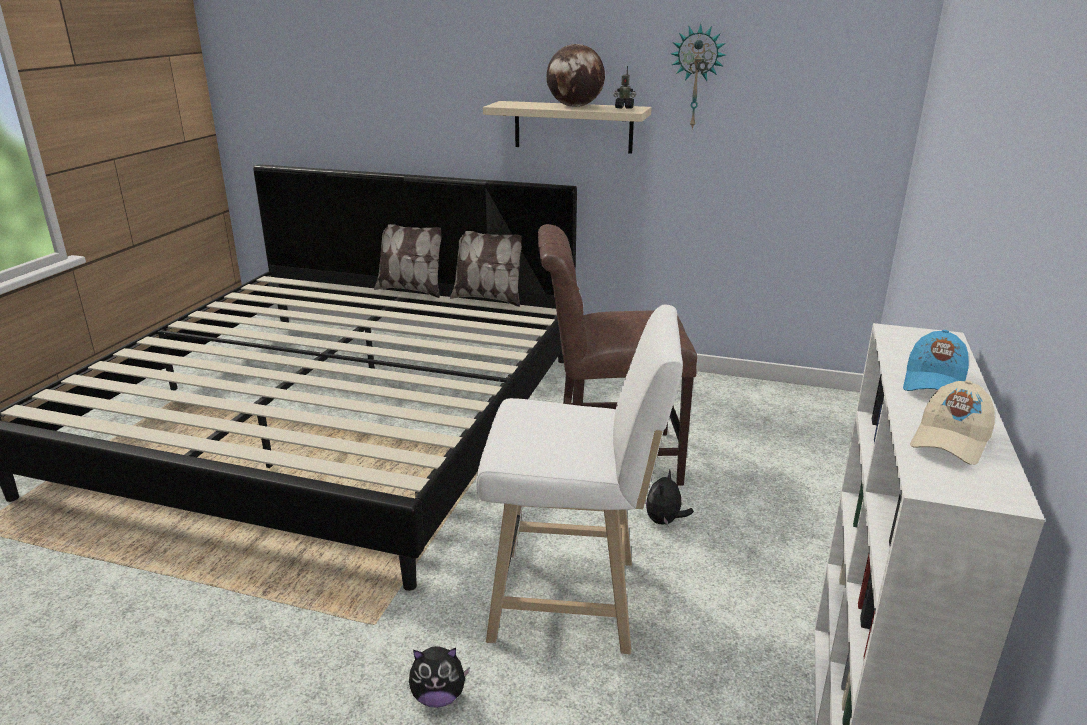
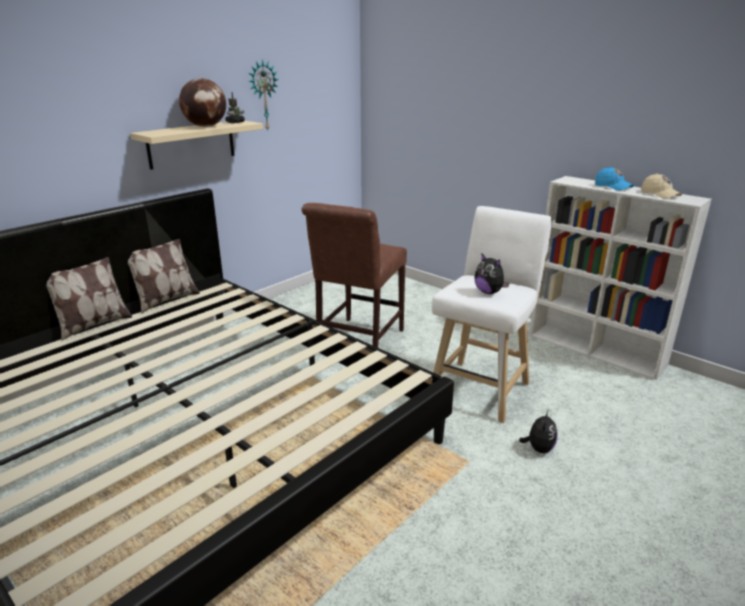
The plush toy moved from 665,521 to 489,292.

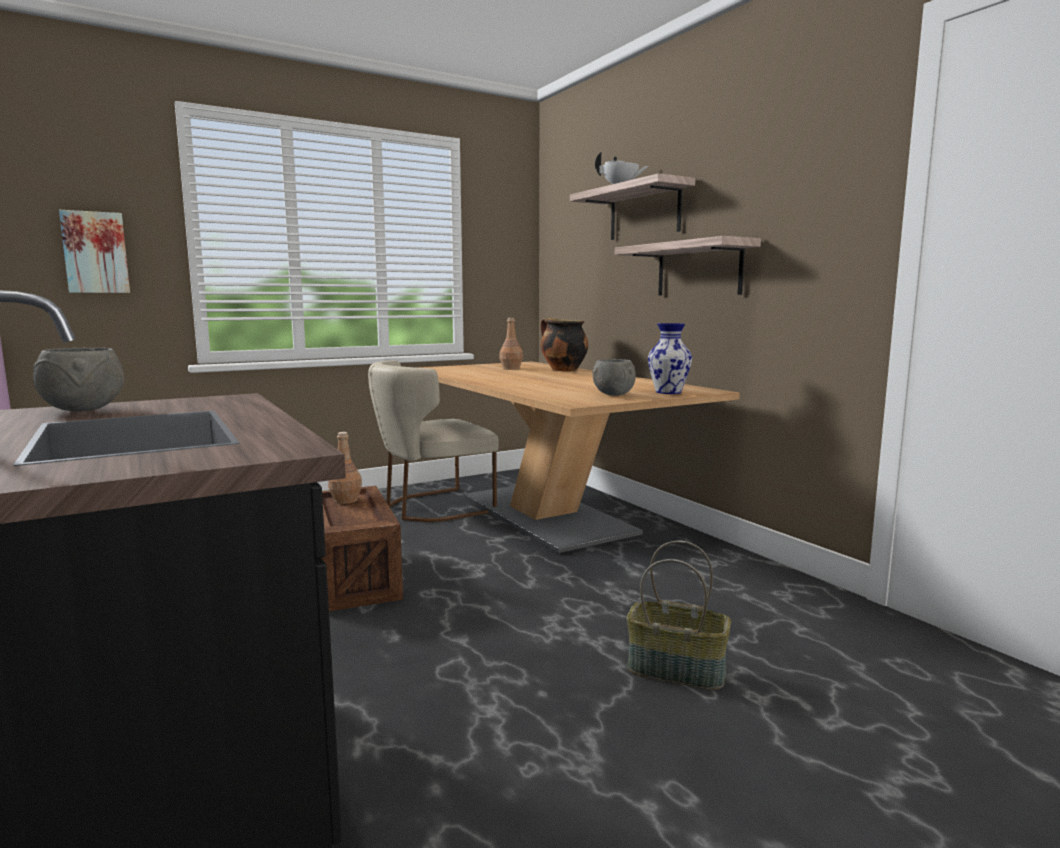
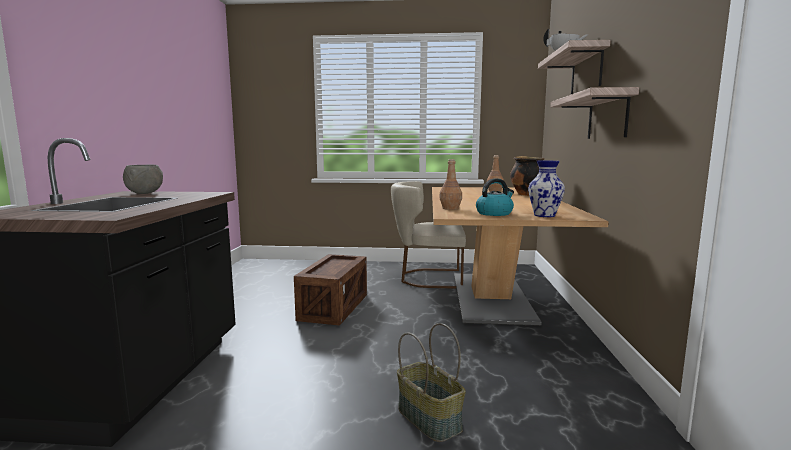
The picture at 95,252 disappeared. The bottle in brown moved from 345,500 to 450,208. The bowl in grey at 612,395 was replaced by the kettle at 494,213.

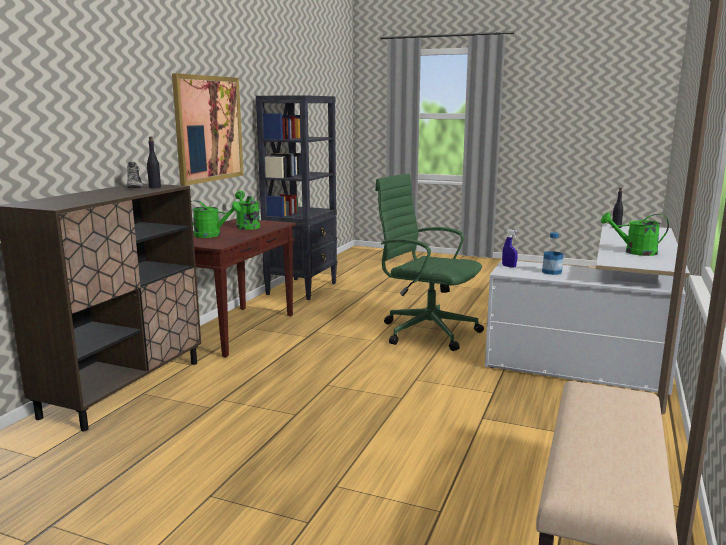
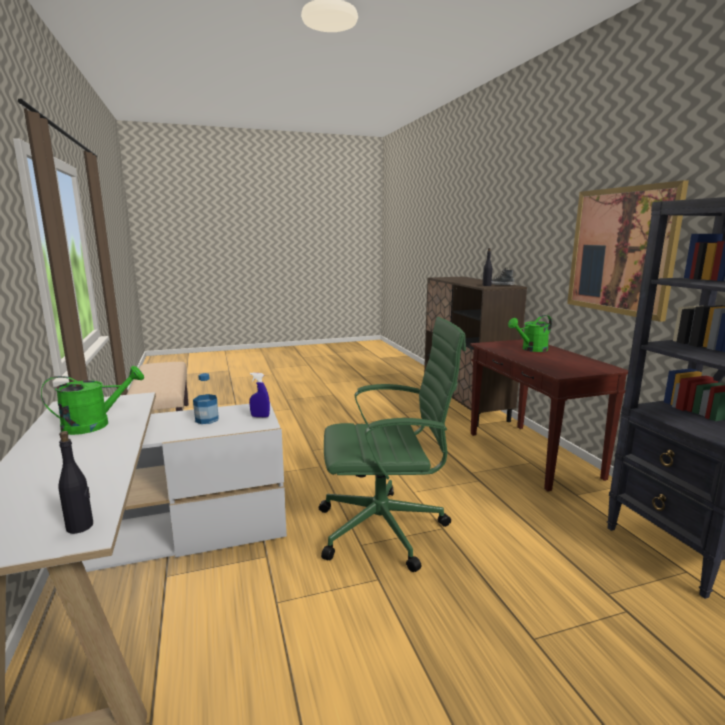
The watering can in green at 246,226 disappeared.

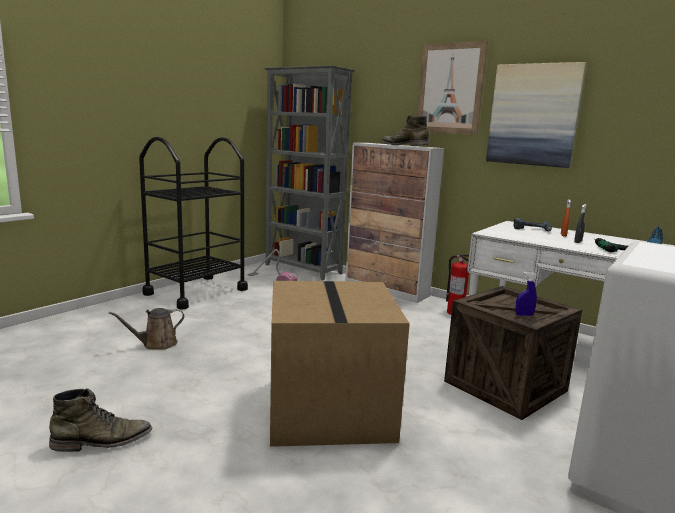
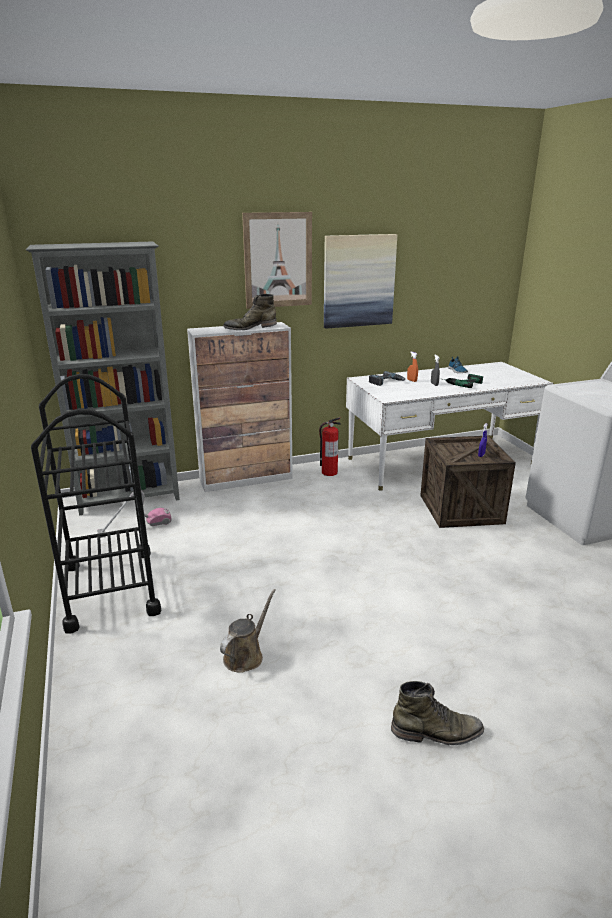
The boot in green at 102,441 turned 75 degrees clockwise. The watering can in brown at 156,344 turned 150 degrees counterclockwise. The cardboard box at 327,408 disappeared.

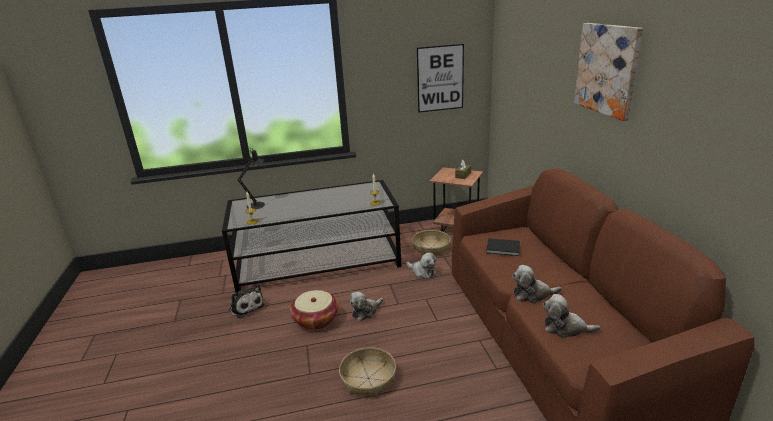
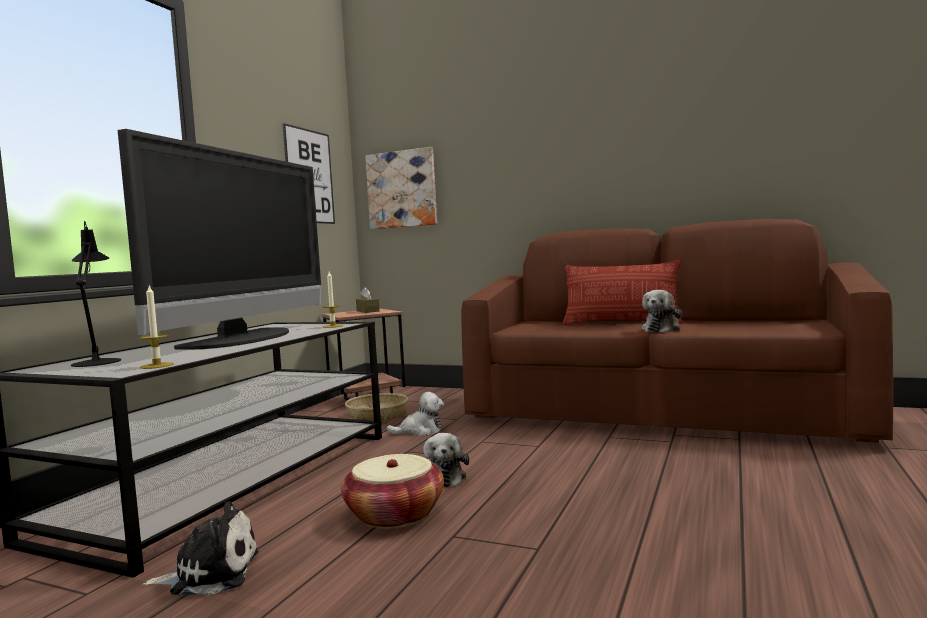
The basket at 368,378 disappeared. The book in black at 504,249 disappeared. The plush toy at 565,328 disappeared. The picture moved from 607,69 to 402,189. The television at 244,339 appeared. The pillow at 621,323 appeared.

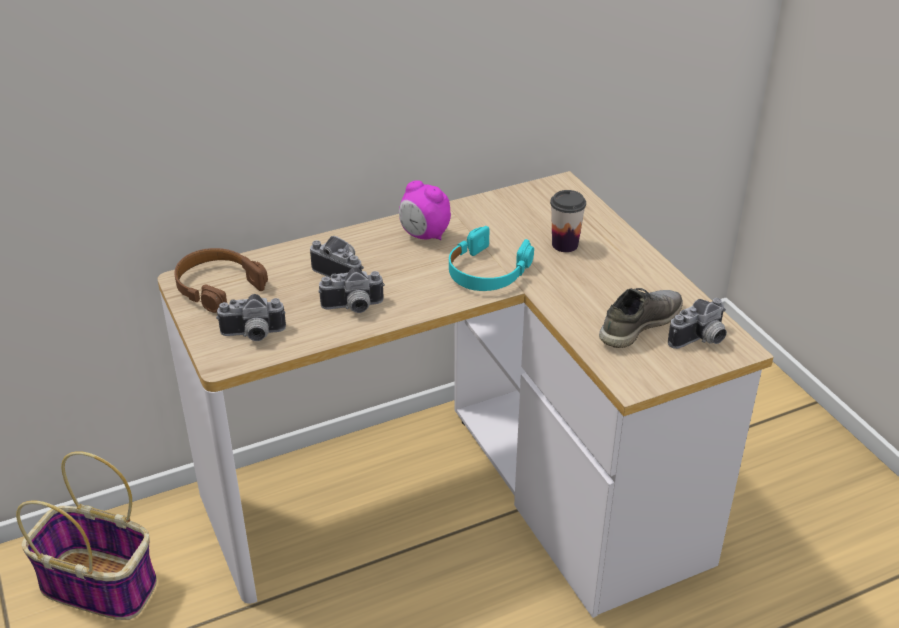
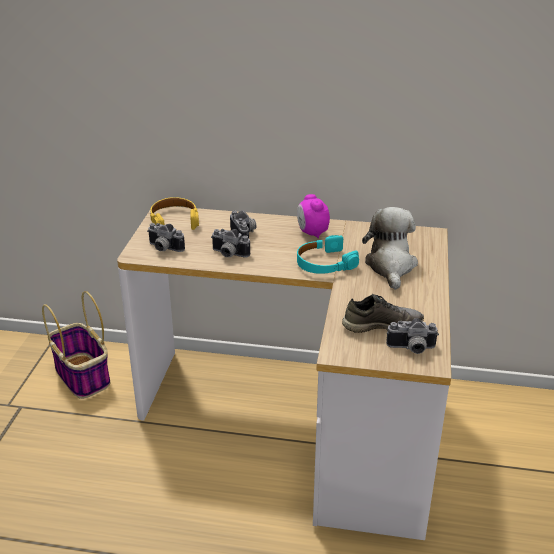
The headphones in brown at 218,287 became the headphones in yellow at 174,220. The cup at 565,245 was replaced by the plush toy at 390,266.

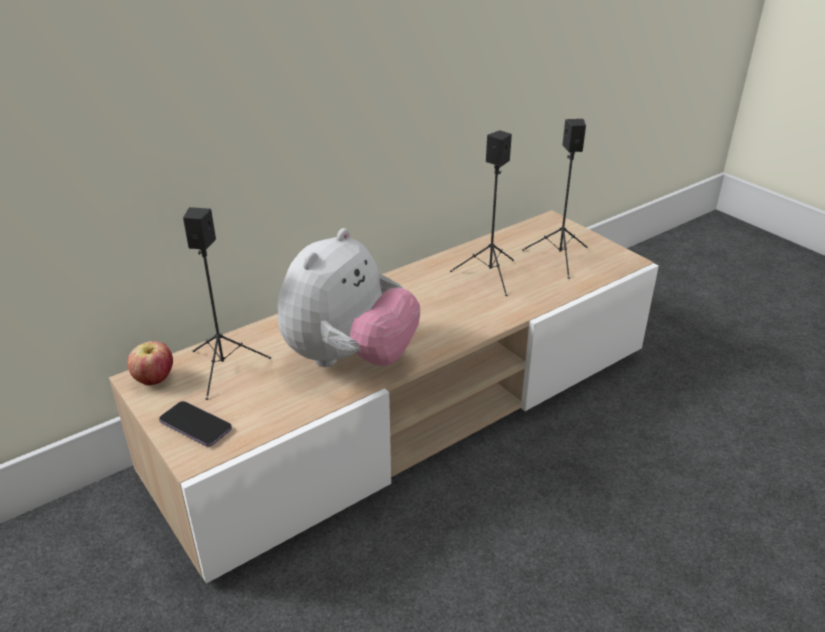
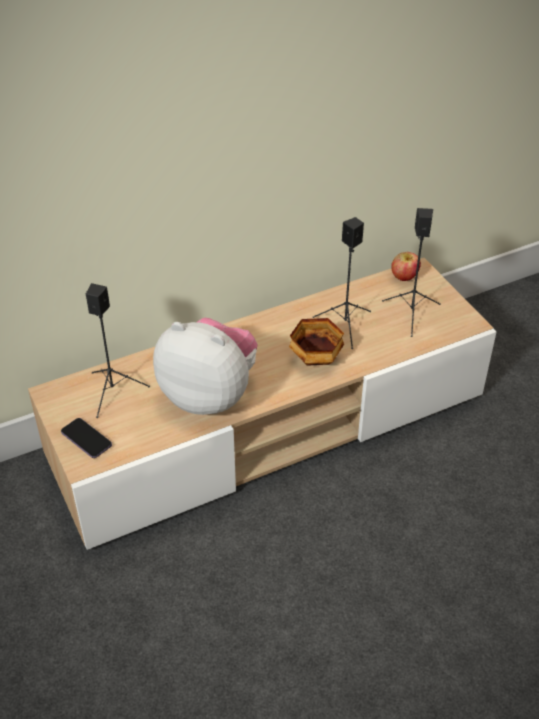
The apple moved from 154,379 to 404,277. The plush toy at 349,358 turned 105 degrees counterclockwise. The bowl at 316,359 appeared.

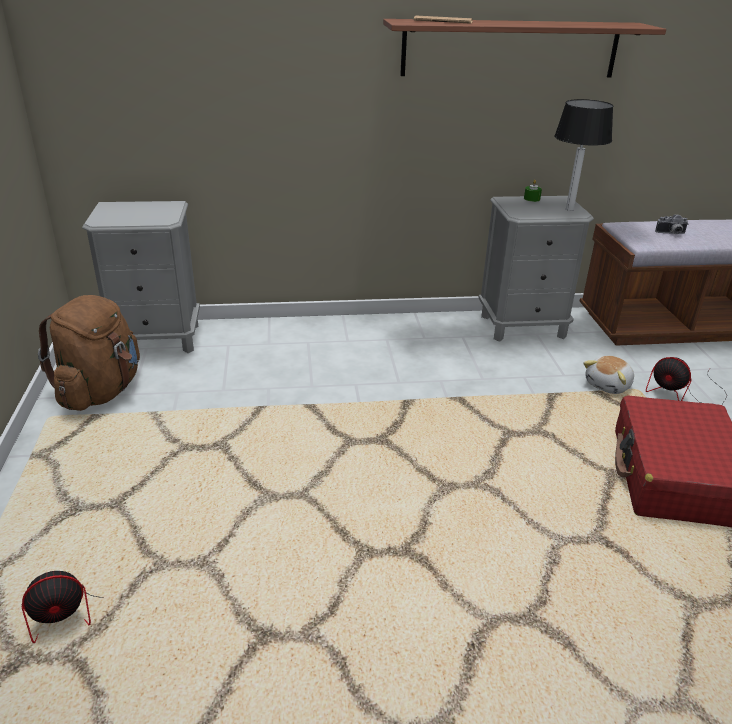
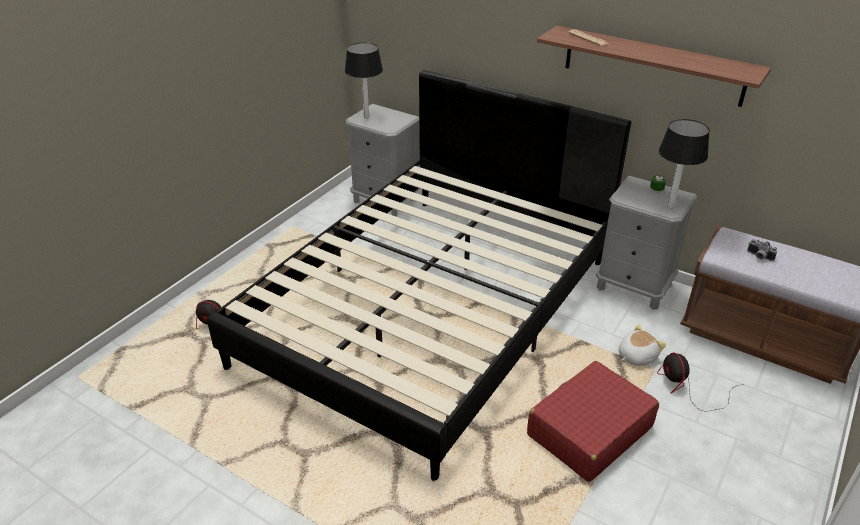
The backpack in brown at 101,391 disappeared. The plush toy at 609,385 turned 150 degrees clockwise. The bed in black at 431,310 appeared. The table lamp at 366,117 appeared.

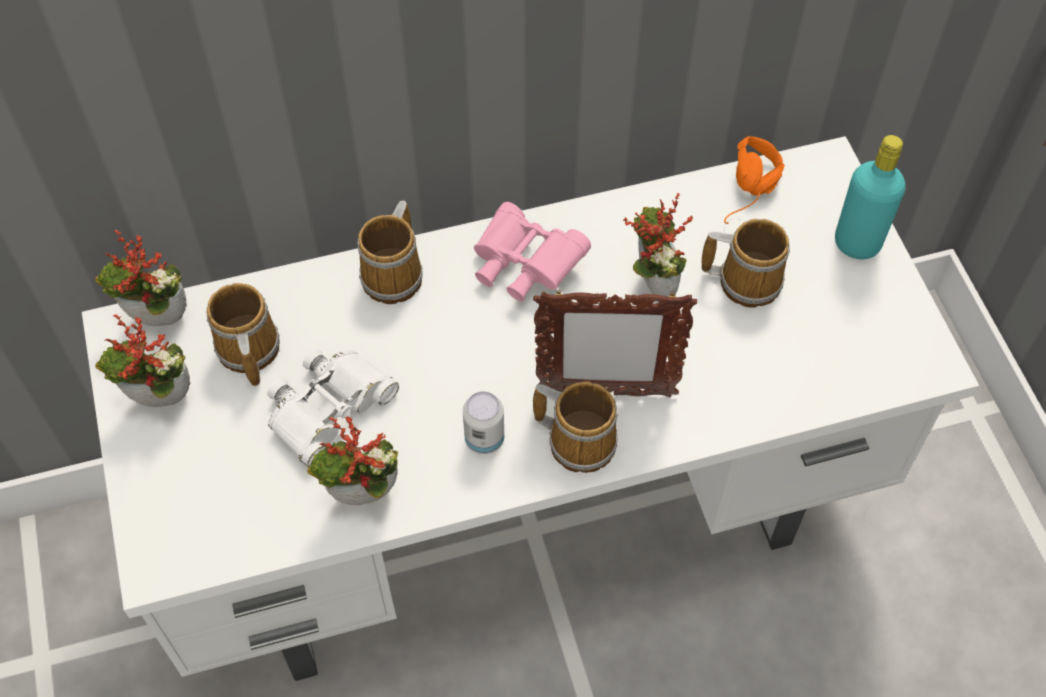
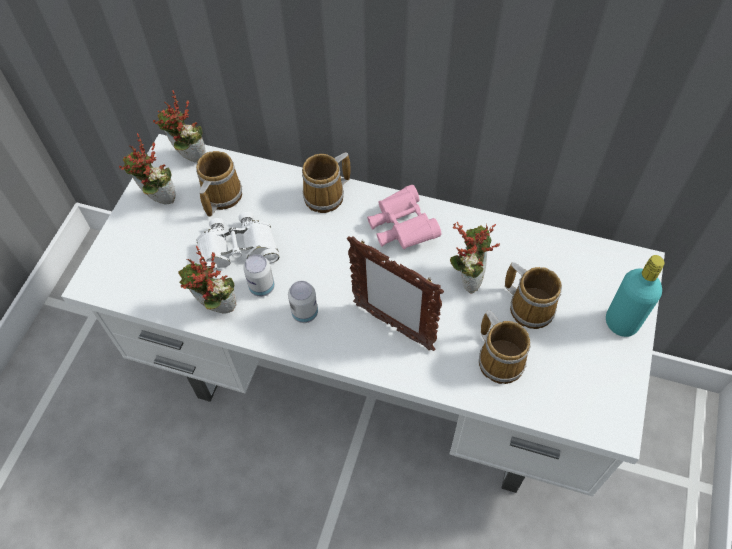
The mug moved from 579,439 to 500,359. The headphones in orange at 753,195 disappeared. The can at 262,287 appeared.

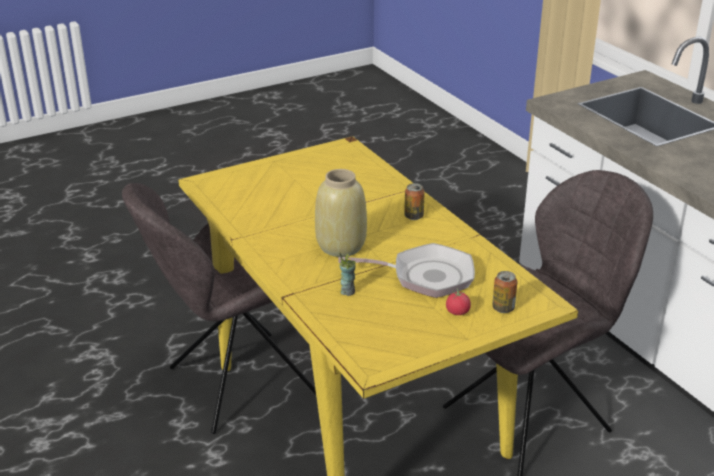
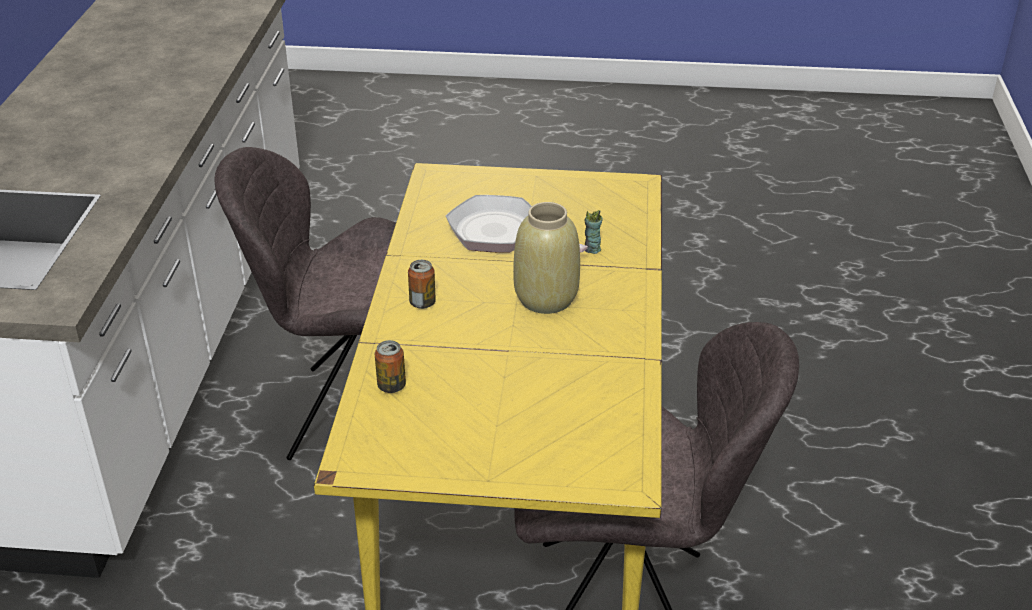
The tomato at 457,312 disappeared. The can moved from 503,308 to 391,386.

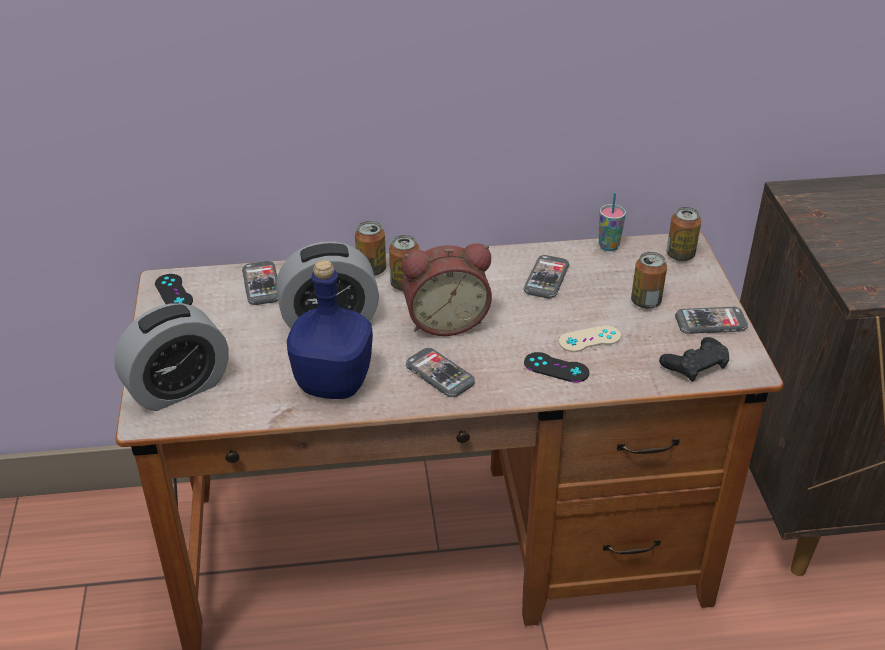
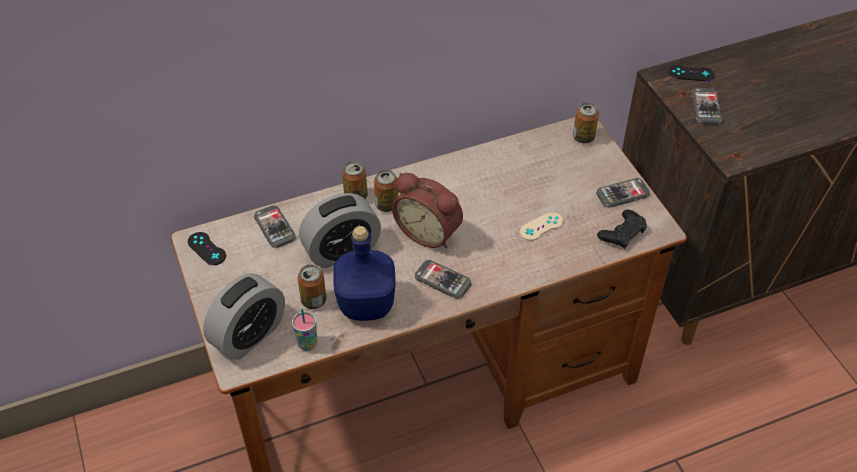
The alarm clock at 445,320 turned 60 degrees clockwise. The phone moved from 546,278 to 706,107. The game controller in black moved from 556,368 to 691,73. The cup moved from 608,246 to 307,344. The can moved from 646,302 to 314,300.

